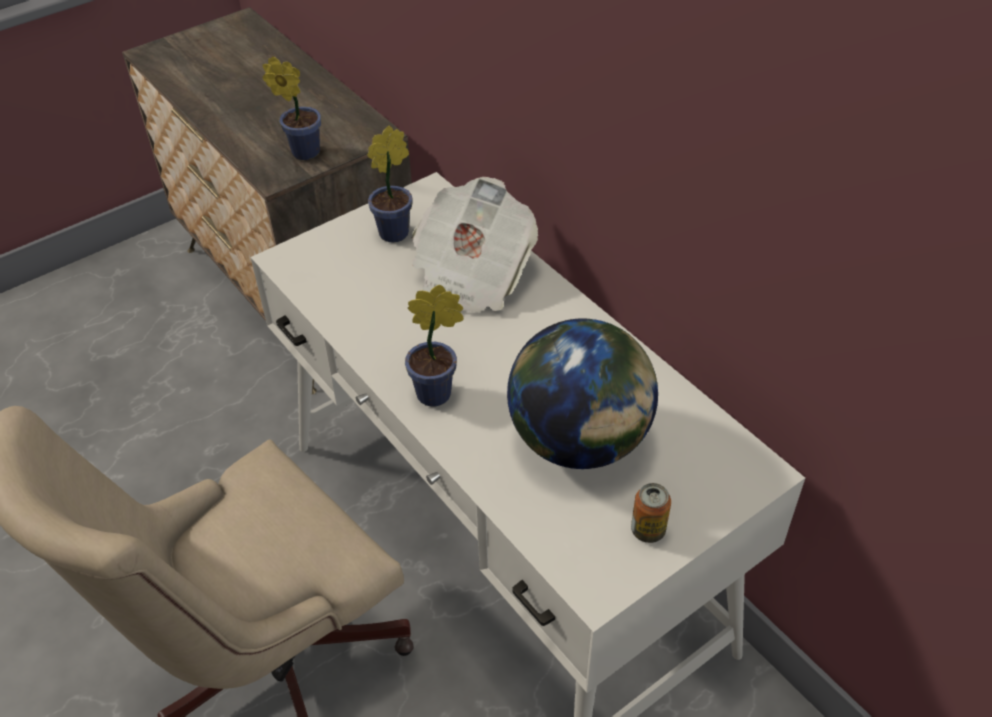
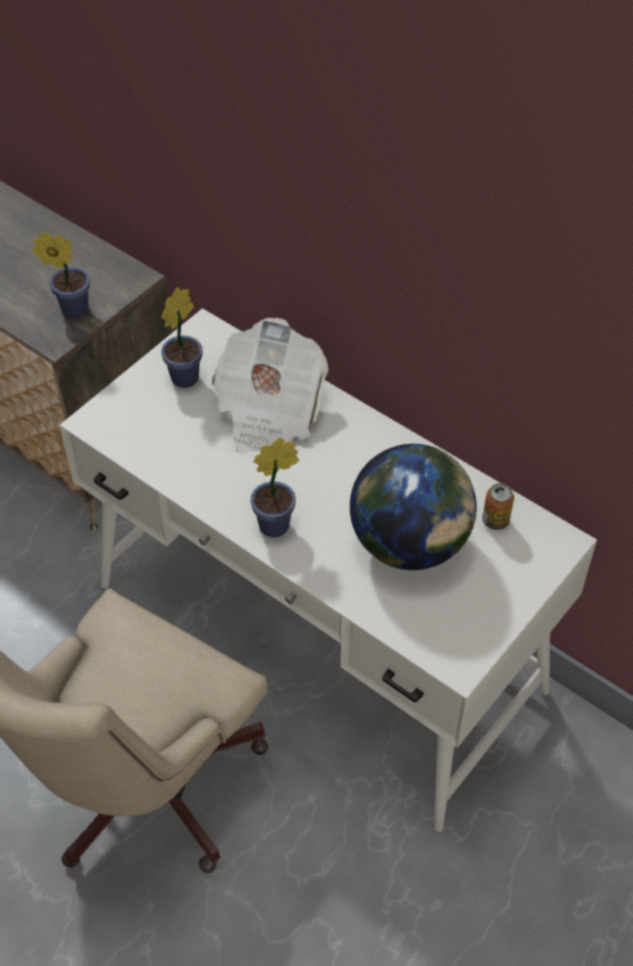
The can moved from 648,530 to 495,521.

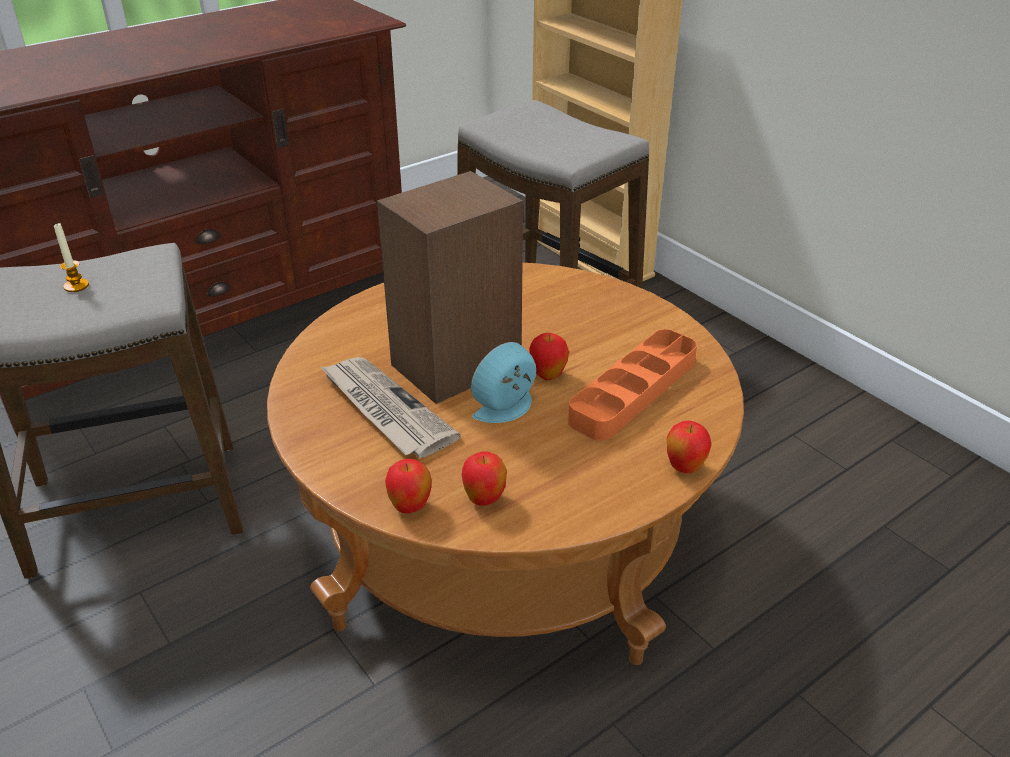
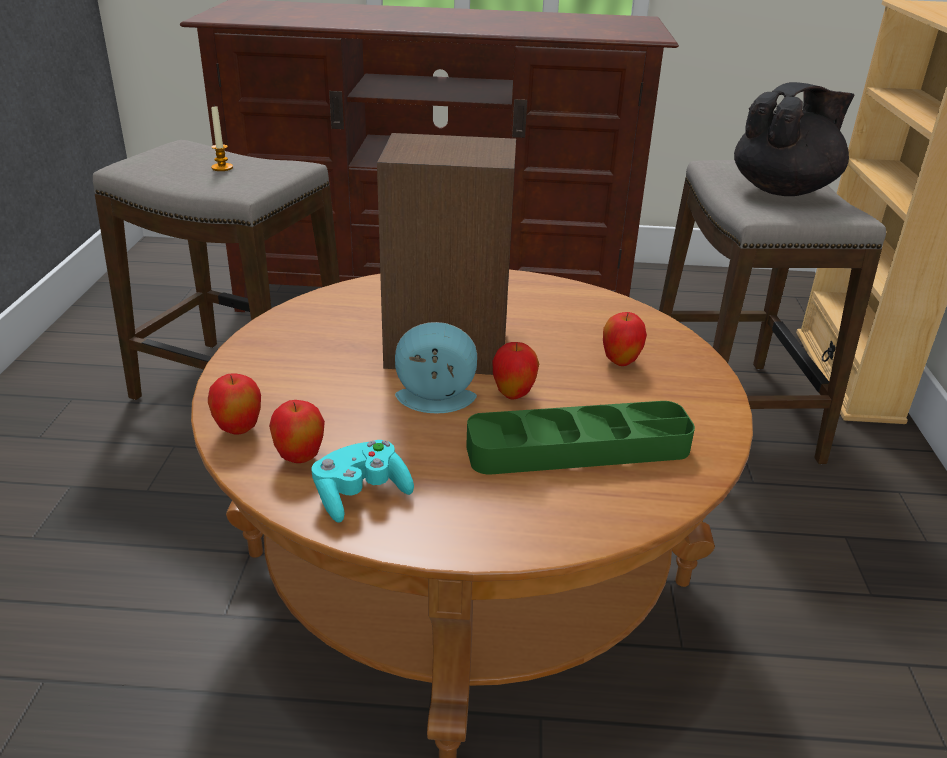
The newspaper at 385,409 disappeared. The tray in orange at 633,391 became the tray in green at 578,448. The apple moved from 684,468 to 620,362. The game controller in turquoise at 361,495 appeared. The teapot in black at 784,190 appeared.

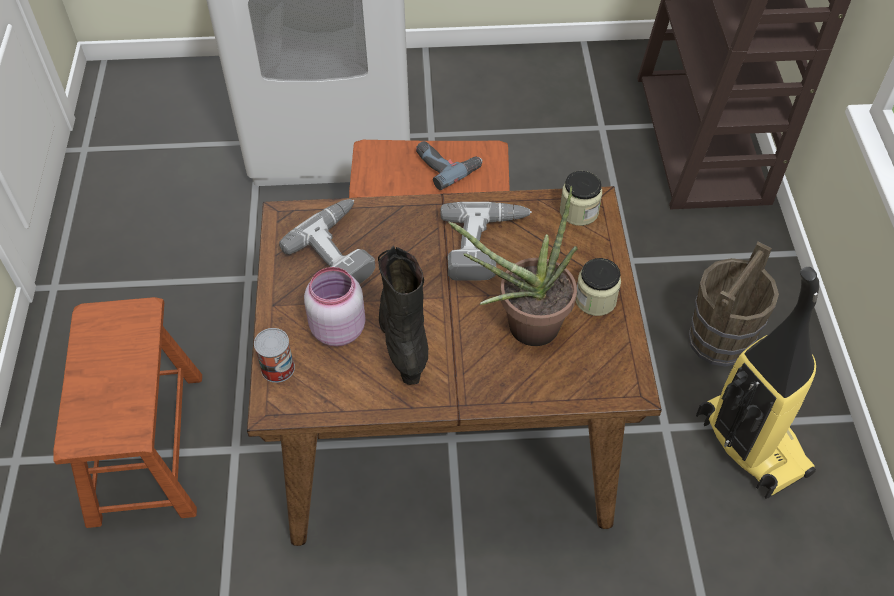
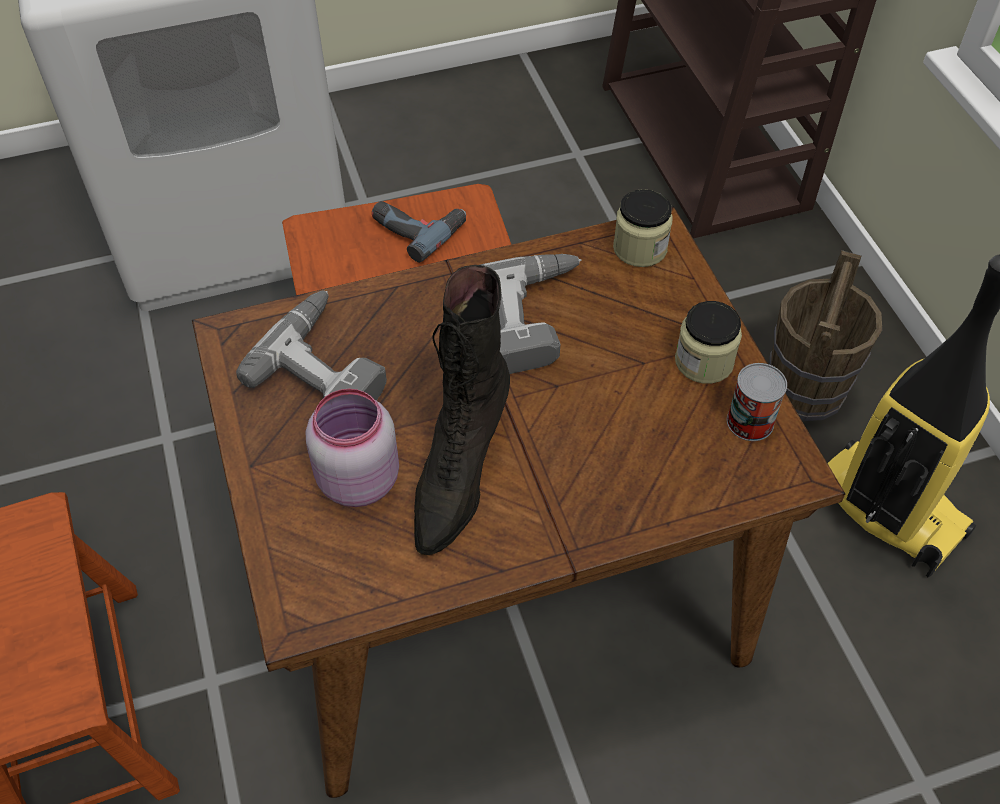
The can moved from 278,368 to 750,422. The boot in black at 404,339 turned 135 degrees counterclockwise. The potted plant at 522,328 disappeared.

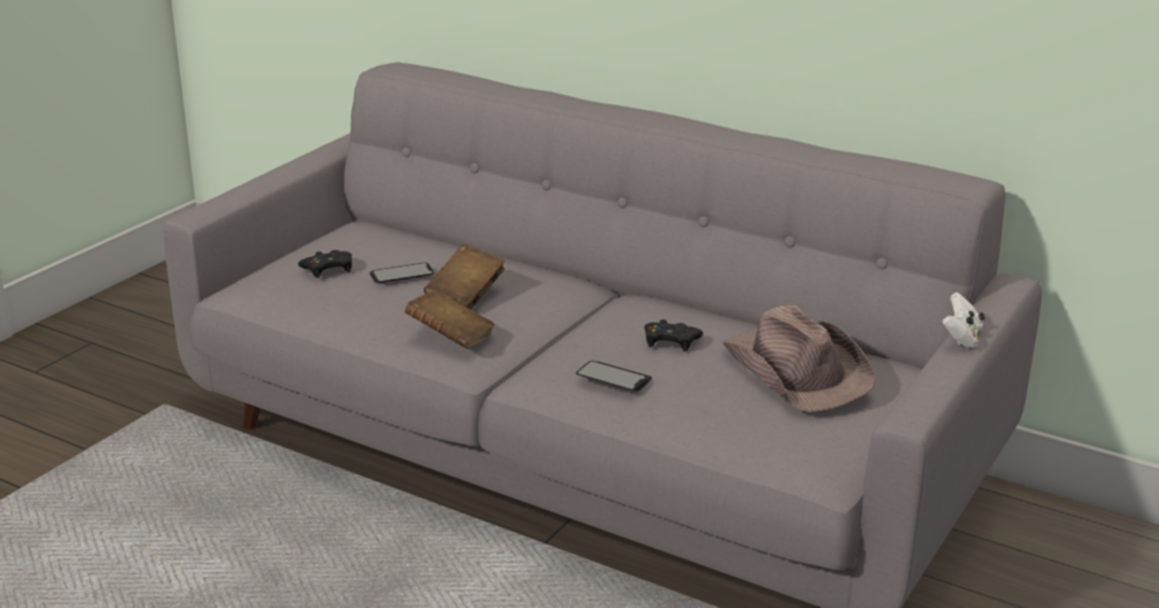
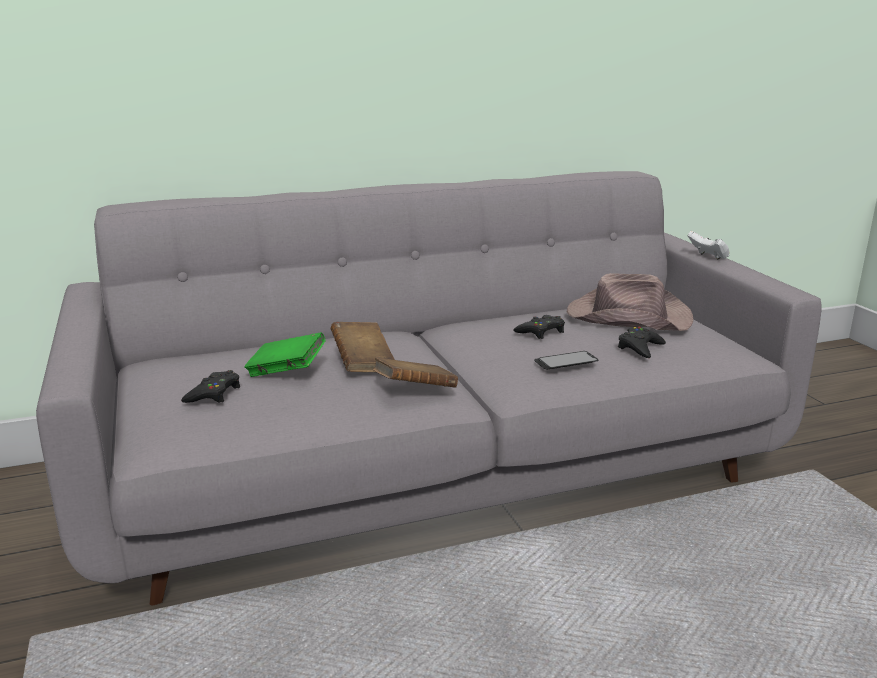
The phone at 401,275 was replaced by the book in green at 286,372. The game controller in black at 640,347 appeared.

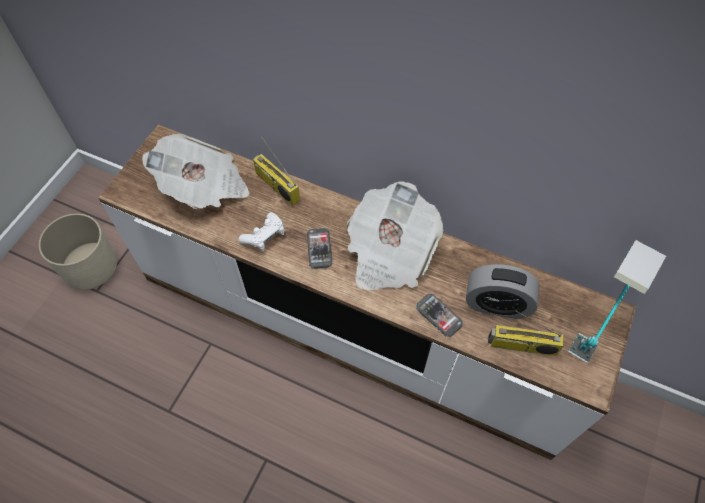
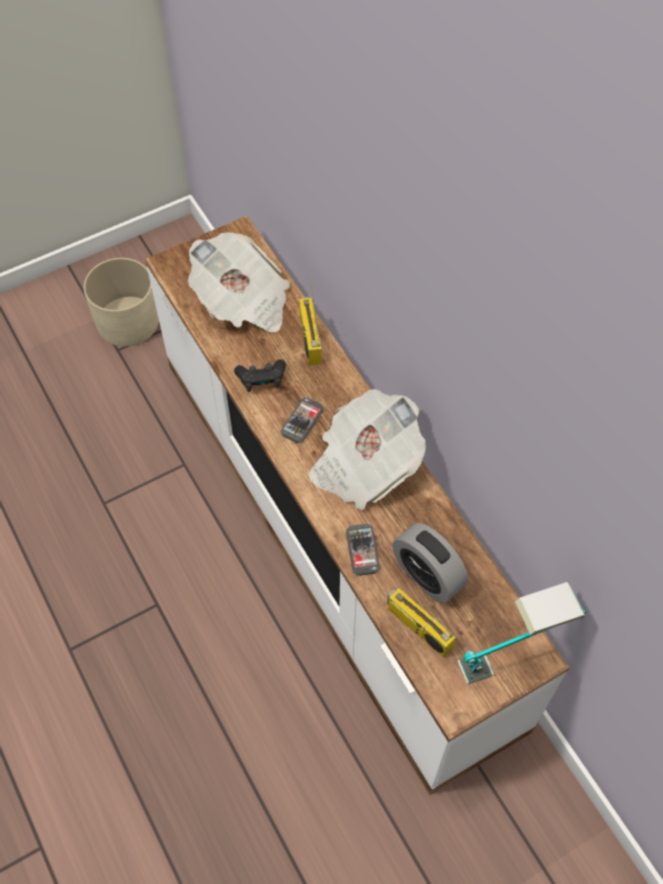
The game controller in white at 264,236 became the game controller in black at 261,380.

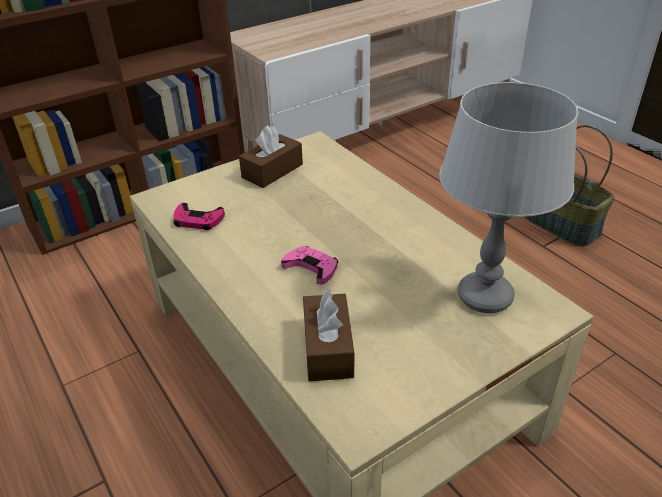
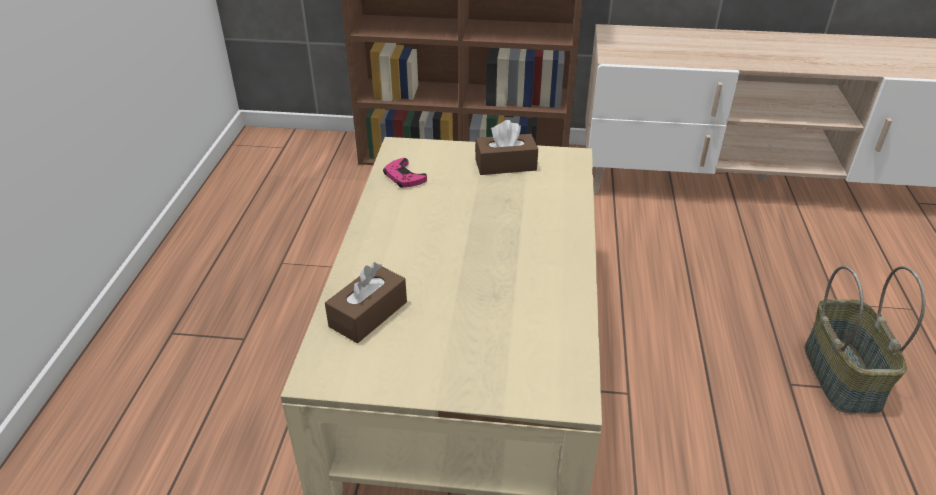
The game controller in pink at 311,268 disappeared. The table lamp in grey at 485,297 disappeared.

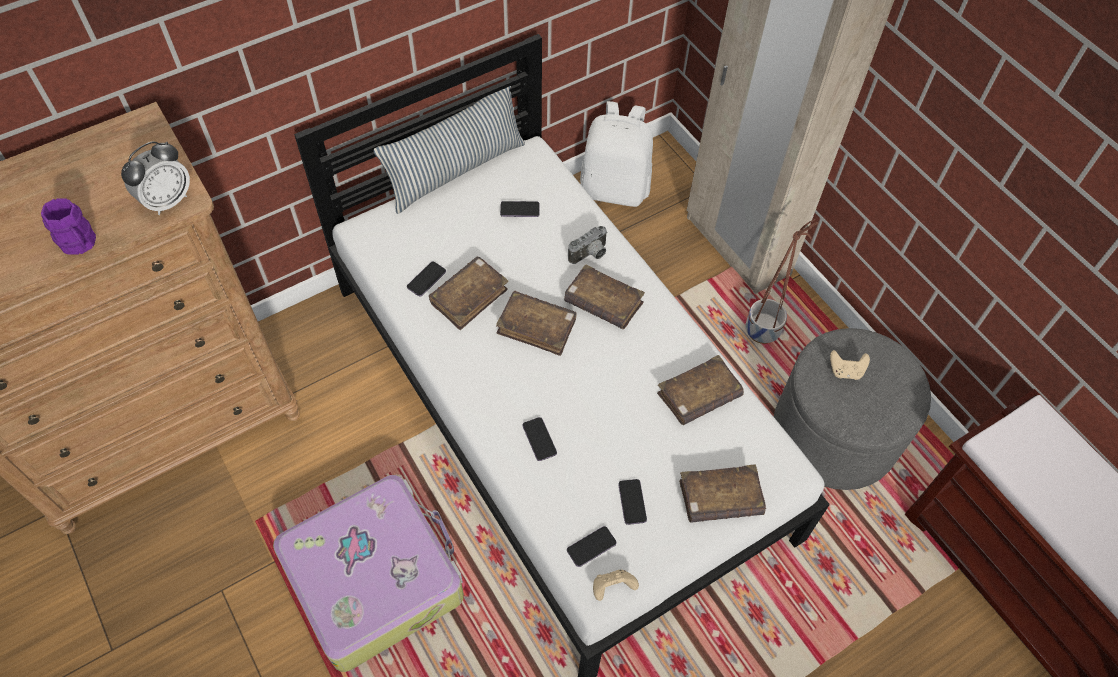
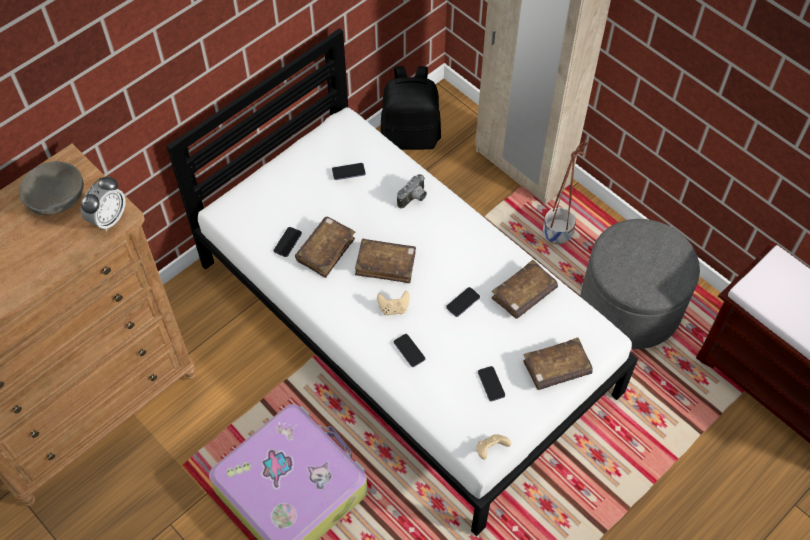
The mug in purple at 80,244 disappeared. The pillow at 456,171 disappeared. The book in brown at 603,303 disappeared. The phone moved from 591,547 to 463,302. The backpack in white at 615,188 became the backpack in black at 411,136. The game controller in beige moved from 845,371 to 393,308. The bowl in grey at 58,200 appeared.

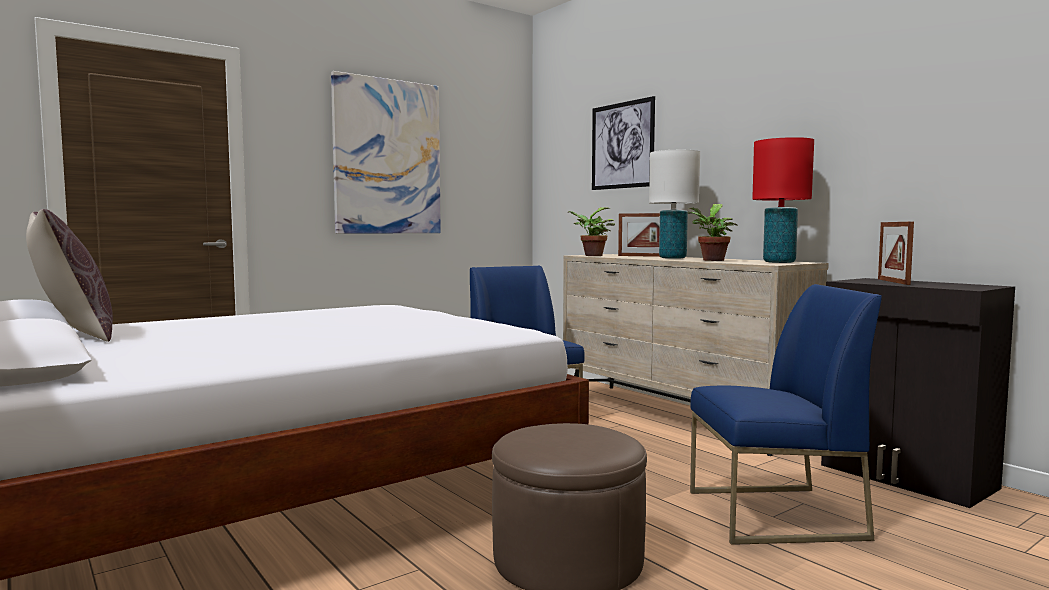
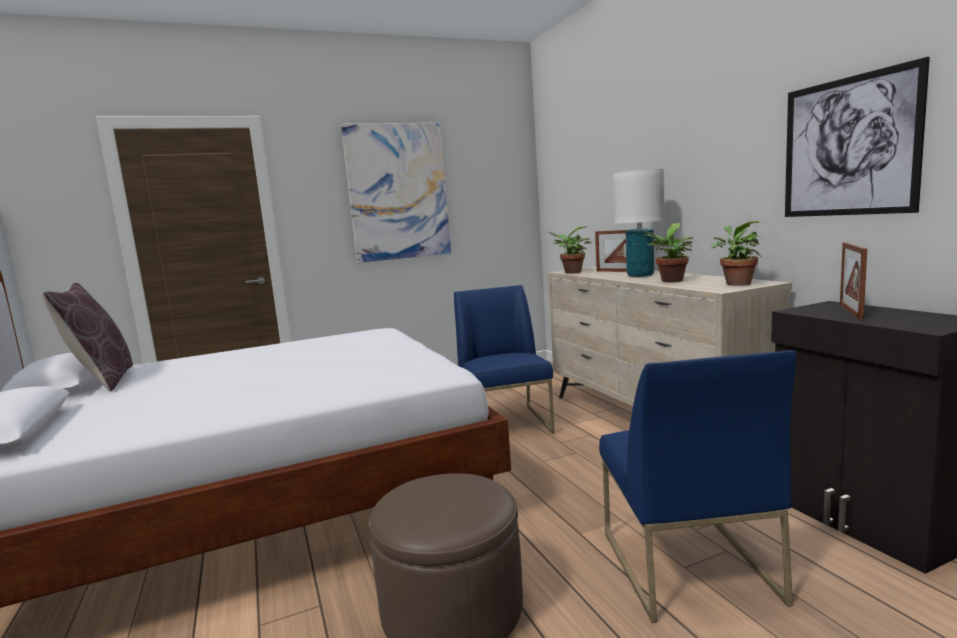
The picture moved from 622,145 to 848,147. The chair in blue at 773,515 turned 75 degrees clockwise. The table lamp in red at 779,262 was replaced by the potted plant at 736,284.

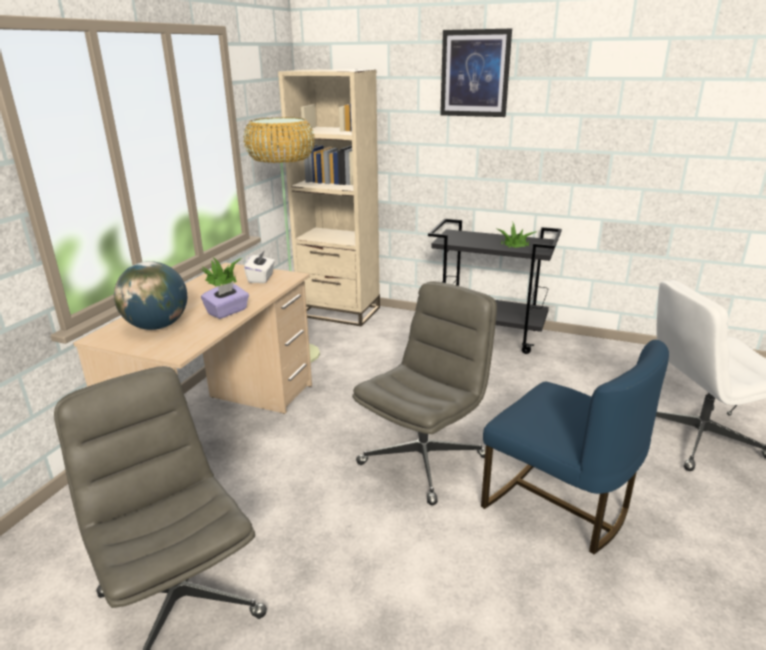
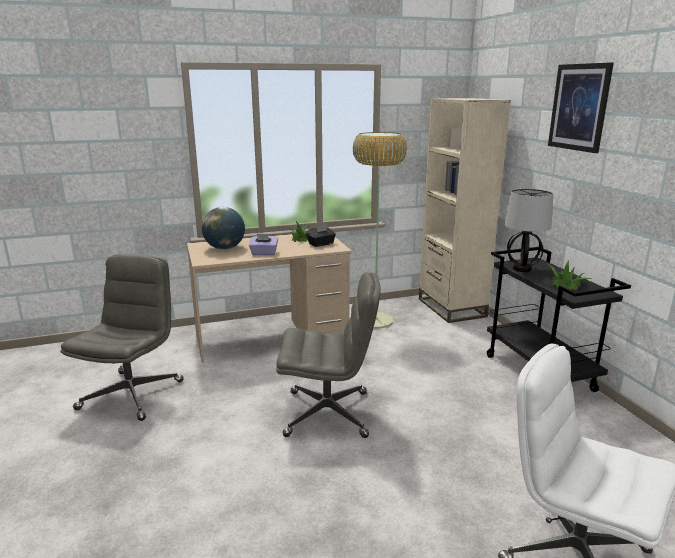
The tissue box in white at 261,278 became the tissue box in black at 321,244. The chair in blue at 558,505 disappeared. The table lamp at 521,269 appeared.

